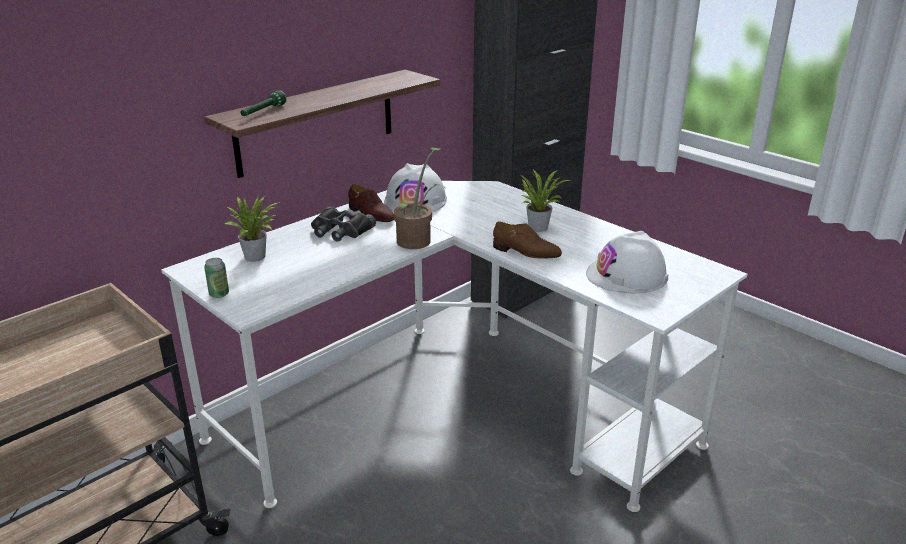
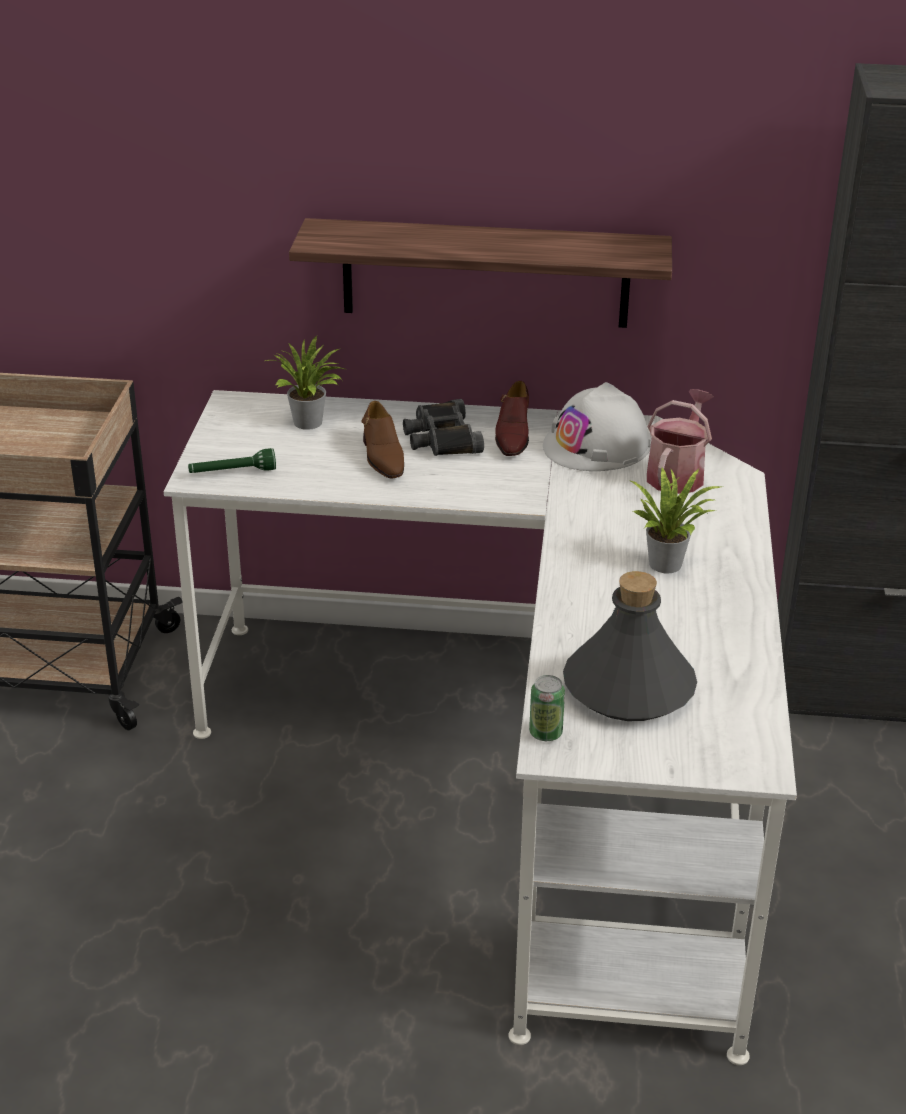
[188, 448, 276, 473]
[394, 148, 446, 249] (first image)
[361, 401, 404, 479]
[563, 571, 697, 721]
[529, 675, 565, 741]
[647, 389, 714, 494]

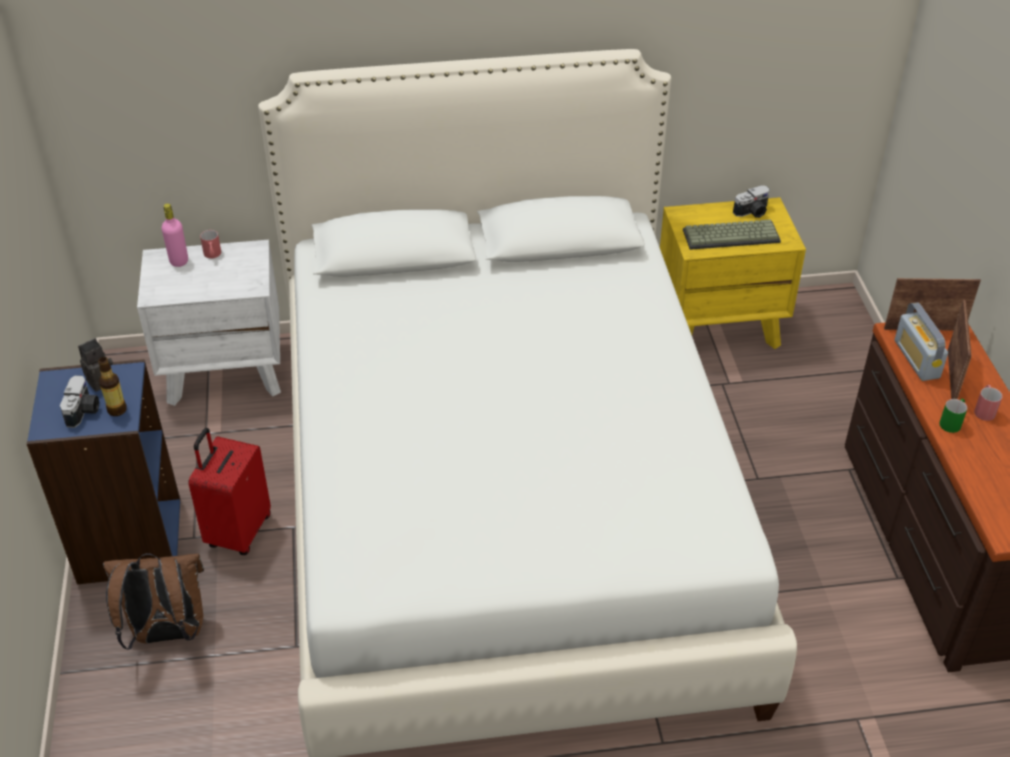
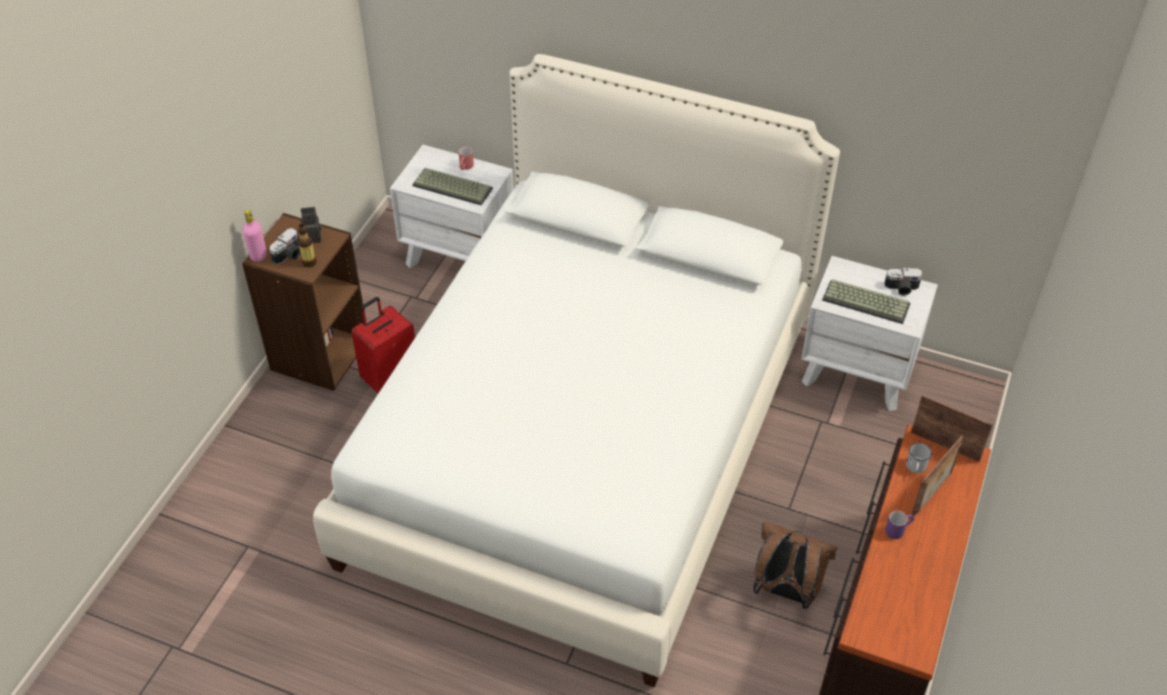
[801, 256, 938, 411]
[243, 209, 267, 262]
[906, 443, 932, 473]
[242, 213, 364, 391]
[974, 385, 1002, 421] (first image)
[885, 511, 914, 539]
[753, 522, 837, 609]
[412, 168, 493, 205]

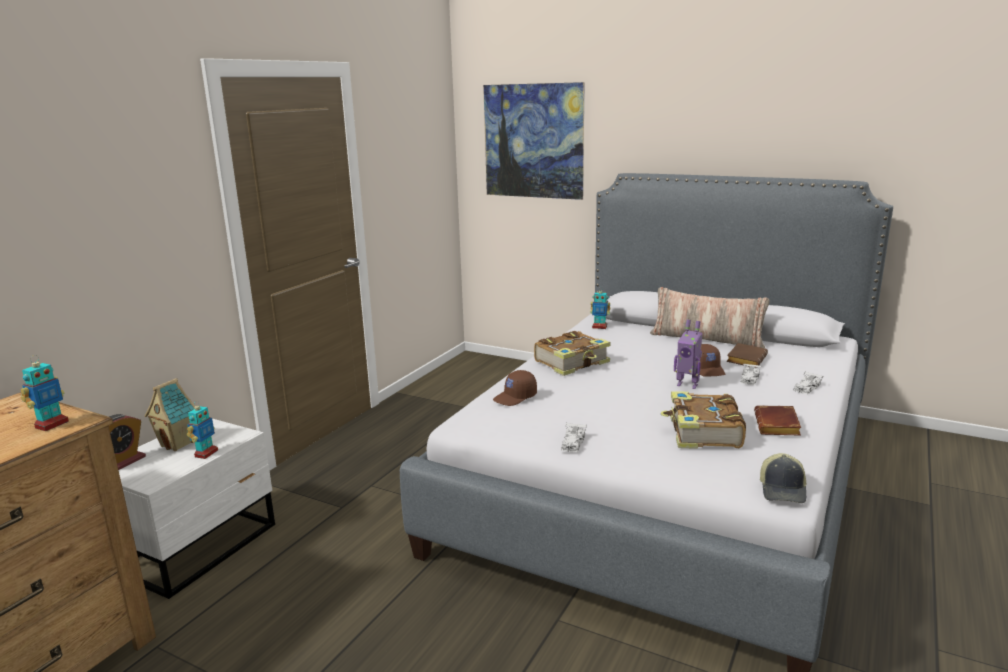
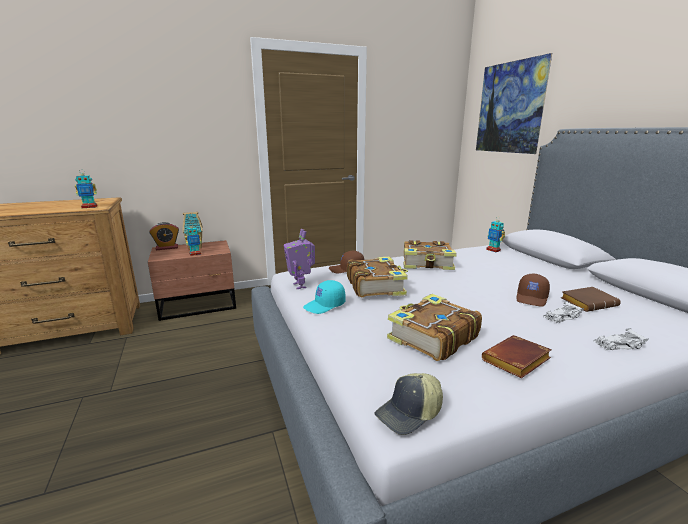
[650, 287, 770, 348] (first image)
[284, 229, 315, 289]
[148, 240, 236, 321]
[303, 280, 346, 314]
[347, 257, 408, 298]

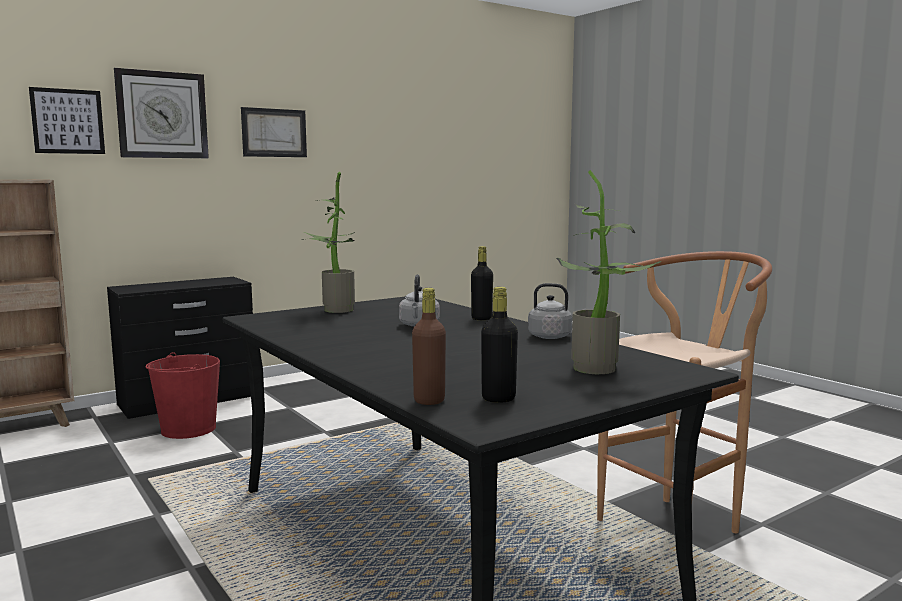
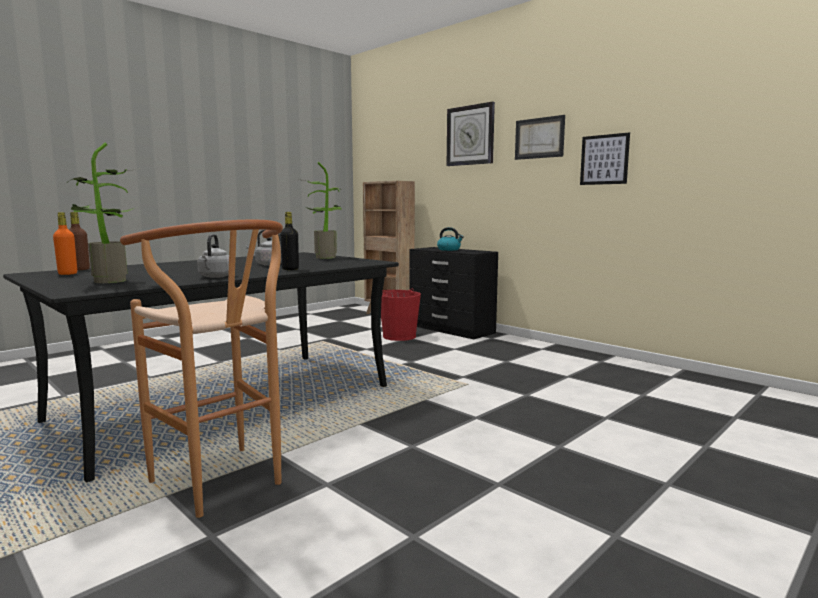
[580, 132, 630, 185]
[53, 212, 77, 275]
[437, 227, 464, 251]

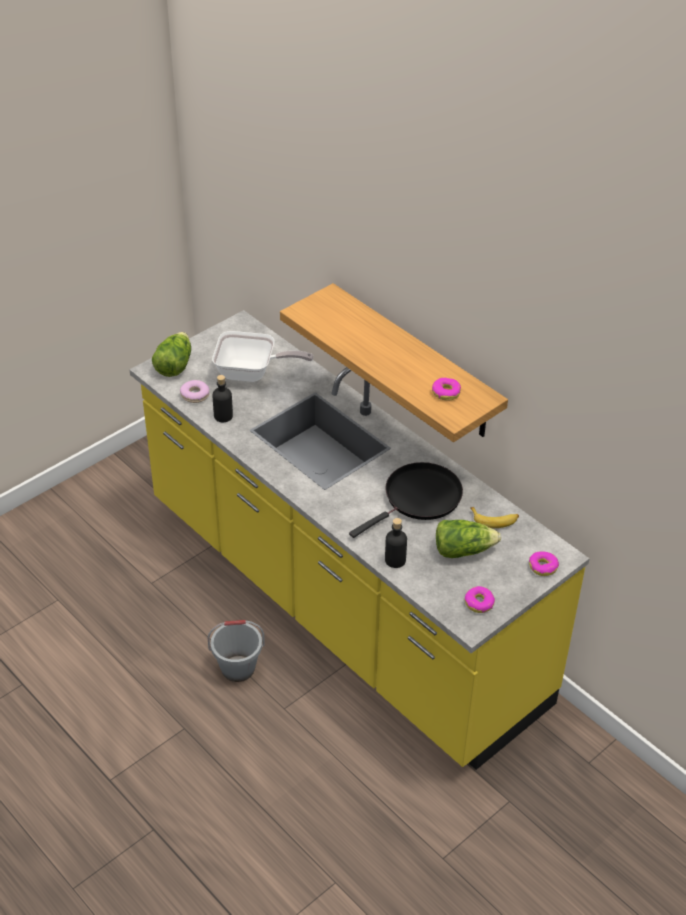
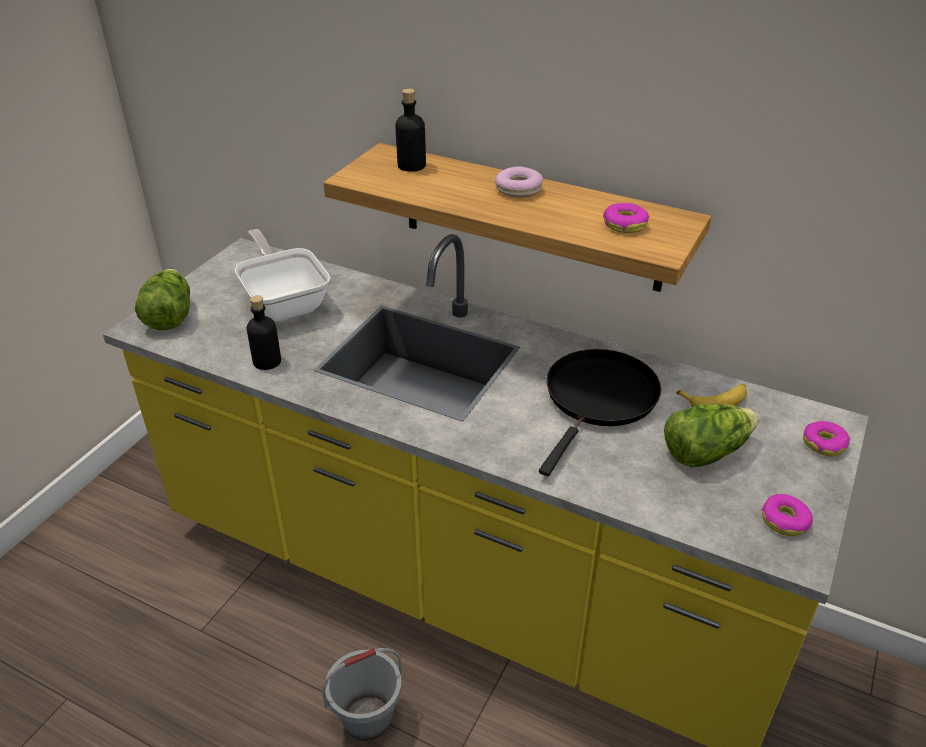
[235, 229, 330, 322]
[495, 167, 543, 198]
[395, 89, 426, 172]

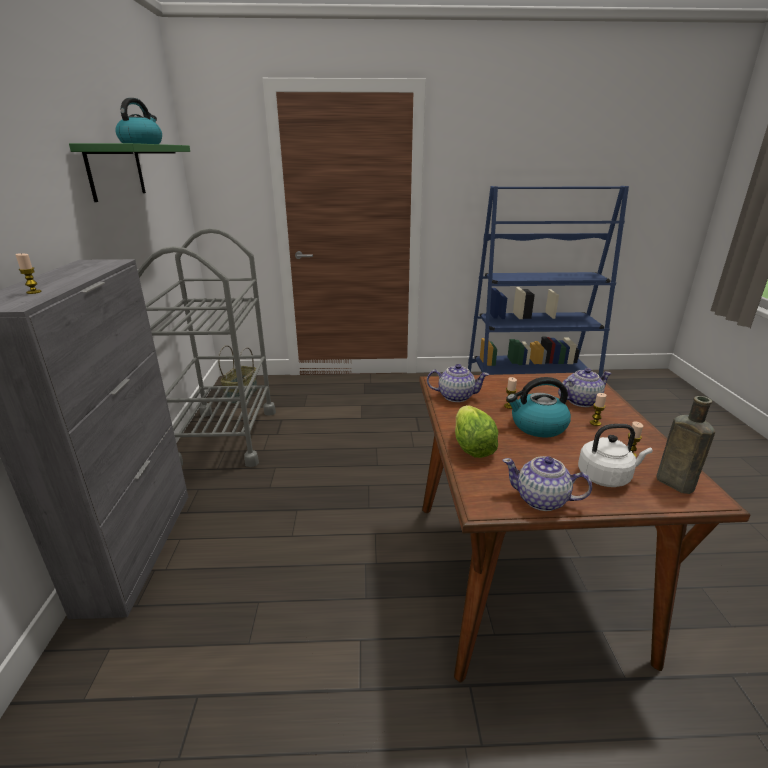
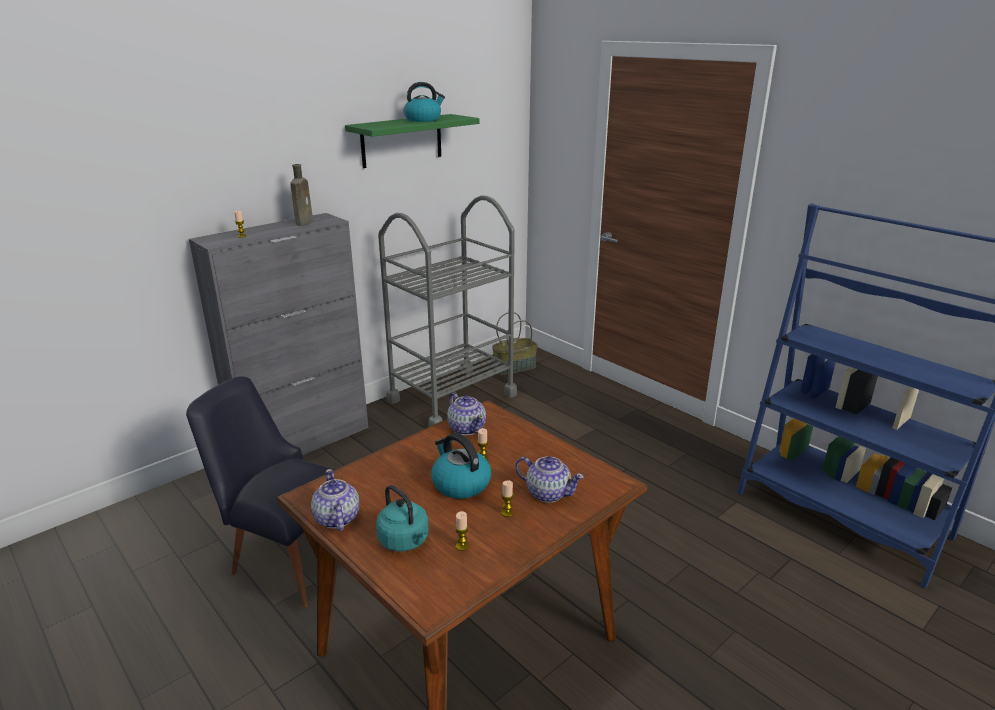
[290, 164, 313, 226]
[455, 405, 498, 458] (first image)
[376, 485, 429, 551]
[186, 376, 335, 608]

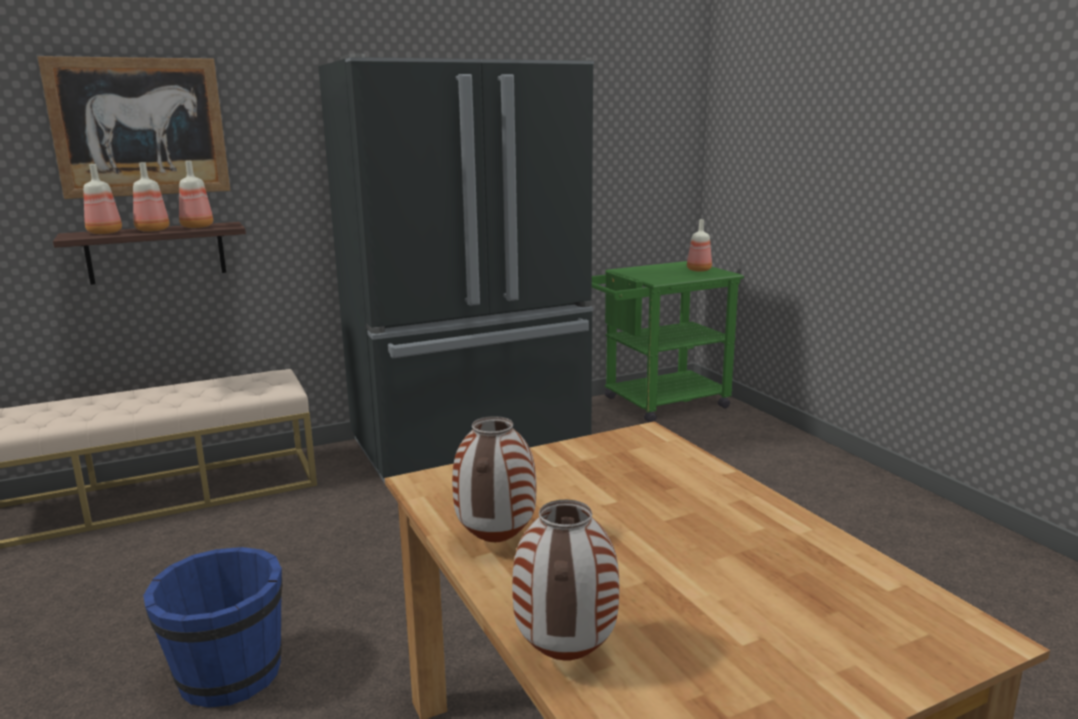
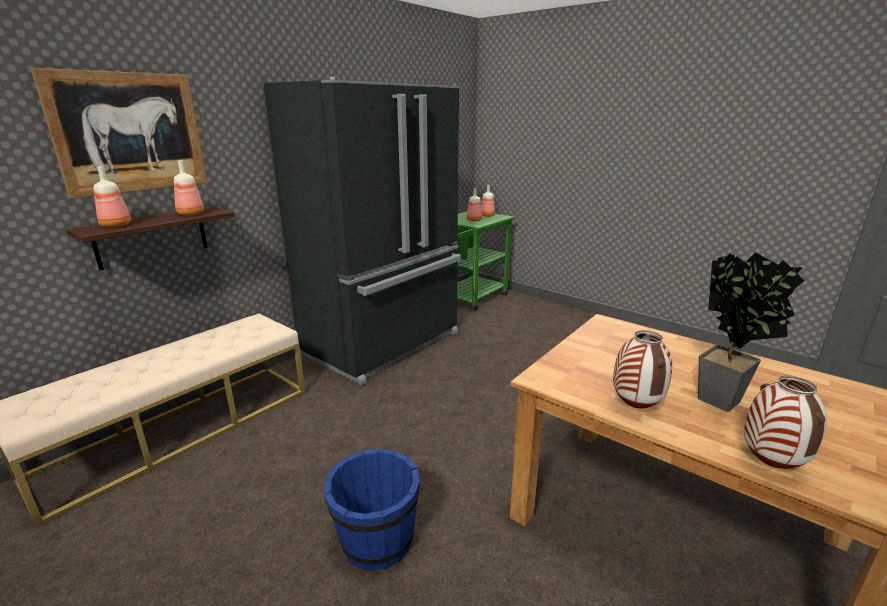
[467, 188, 482, 221]
[698, 252, 805, 412]

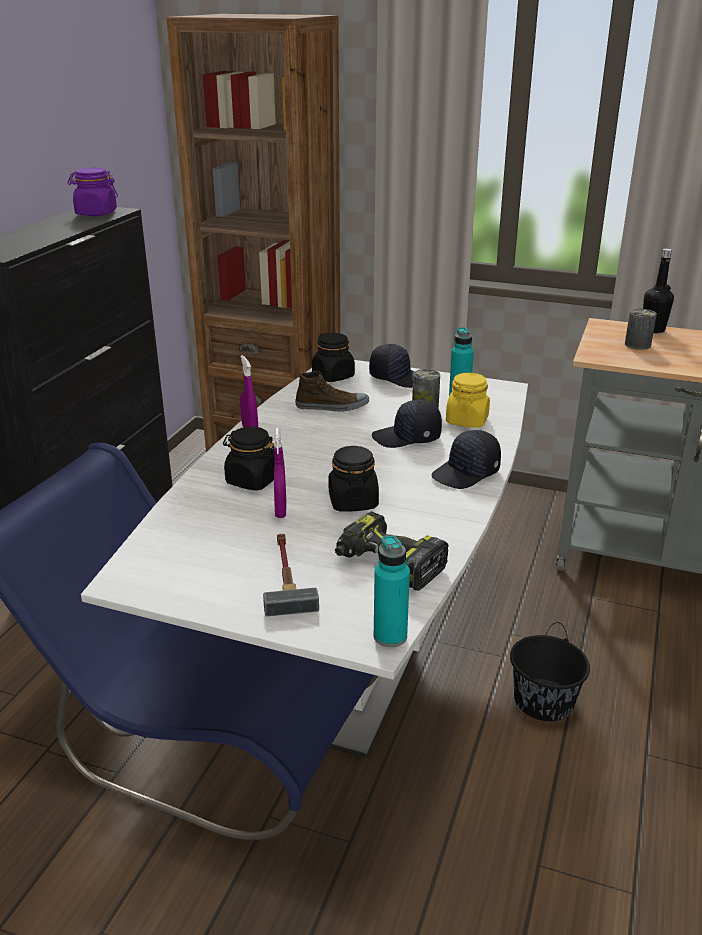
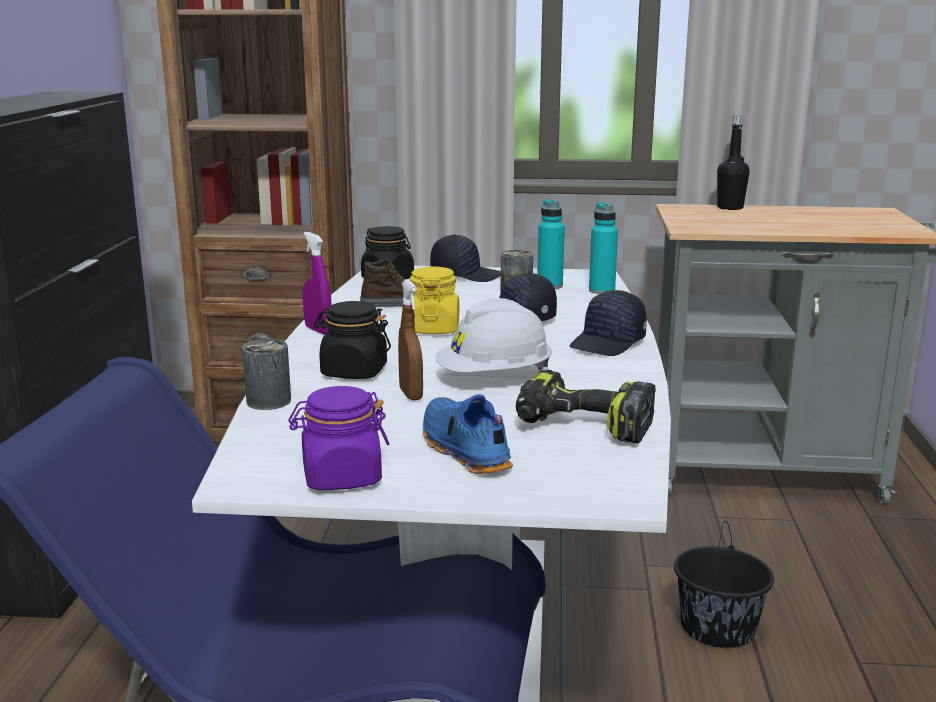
[288, 386, 389, 490]
[242, 339, 291, 410]
[410, 267, 459, 334]
[398, 279, 423, 400]
[436, 298, 552, 372]
[423, 394, 513, 474]
[589, 202, 618, 294]

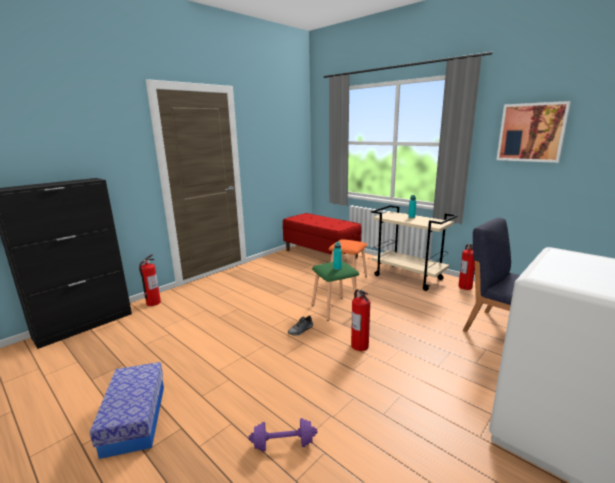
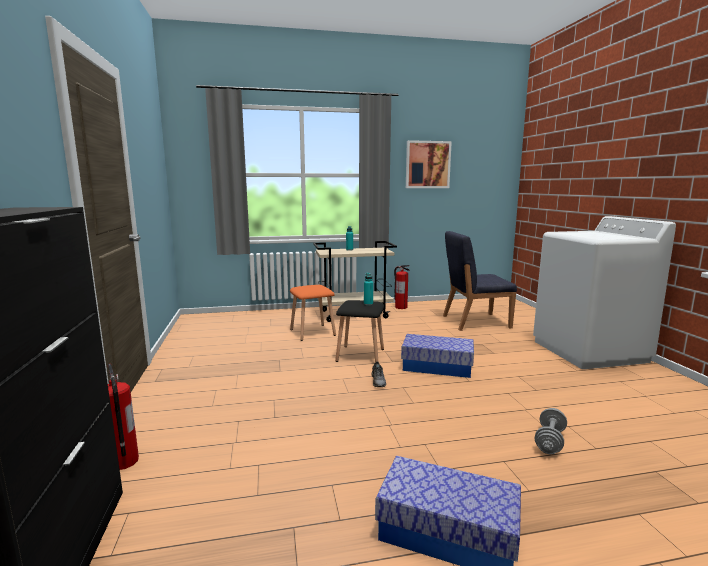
[283, 213, 362, 259] (first image)
[335, 300, 384, 362]
[401, 334, 474, 378]
[534, 408, 567, 454]

